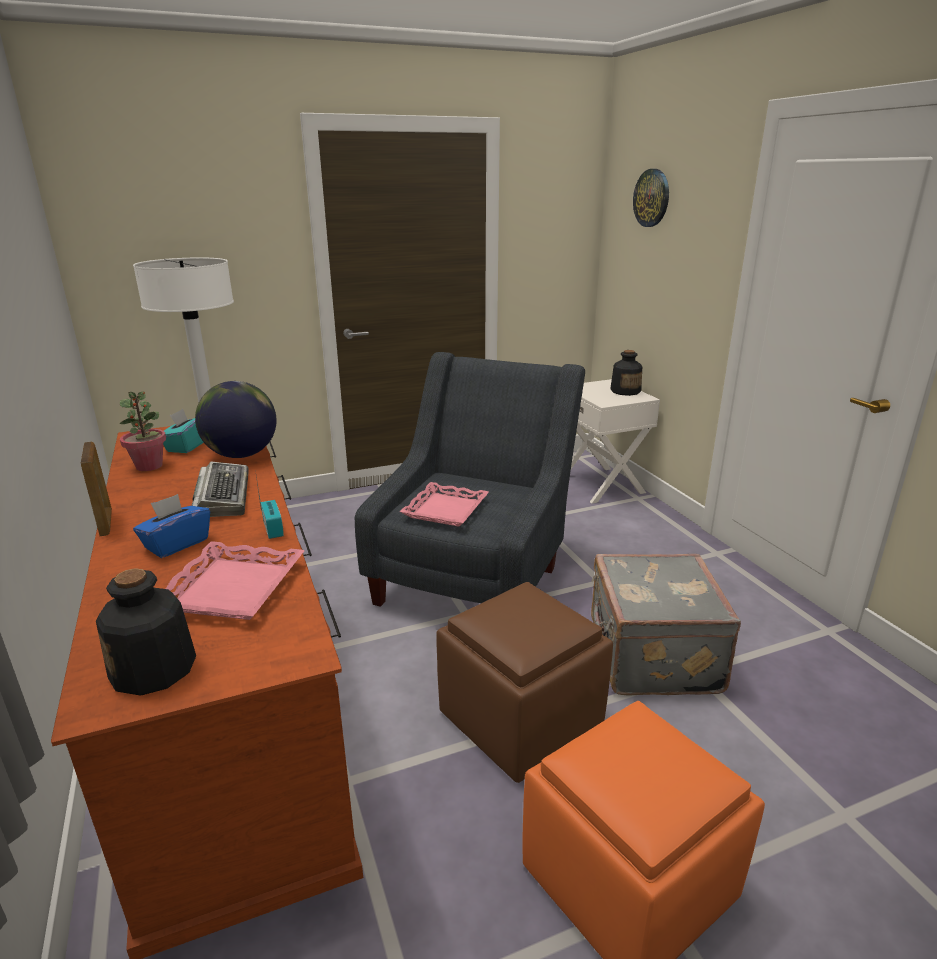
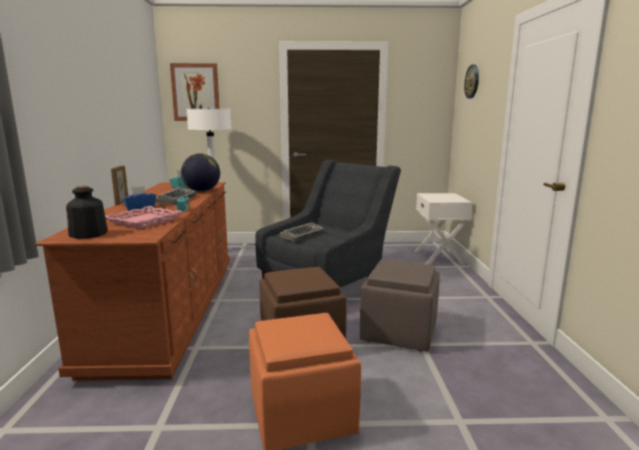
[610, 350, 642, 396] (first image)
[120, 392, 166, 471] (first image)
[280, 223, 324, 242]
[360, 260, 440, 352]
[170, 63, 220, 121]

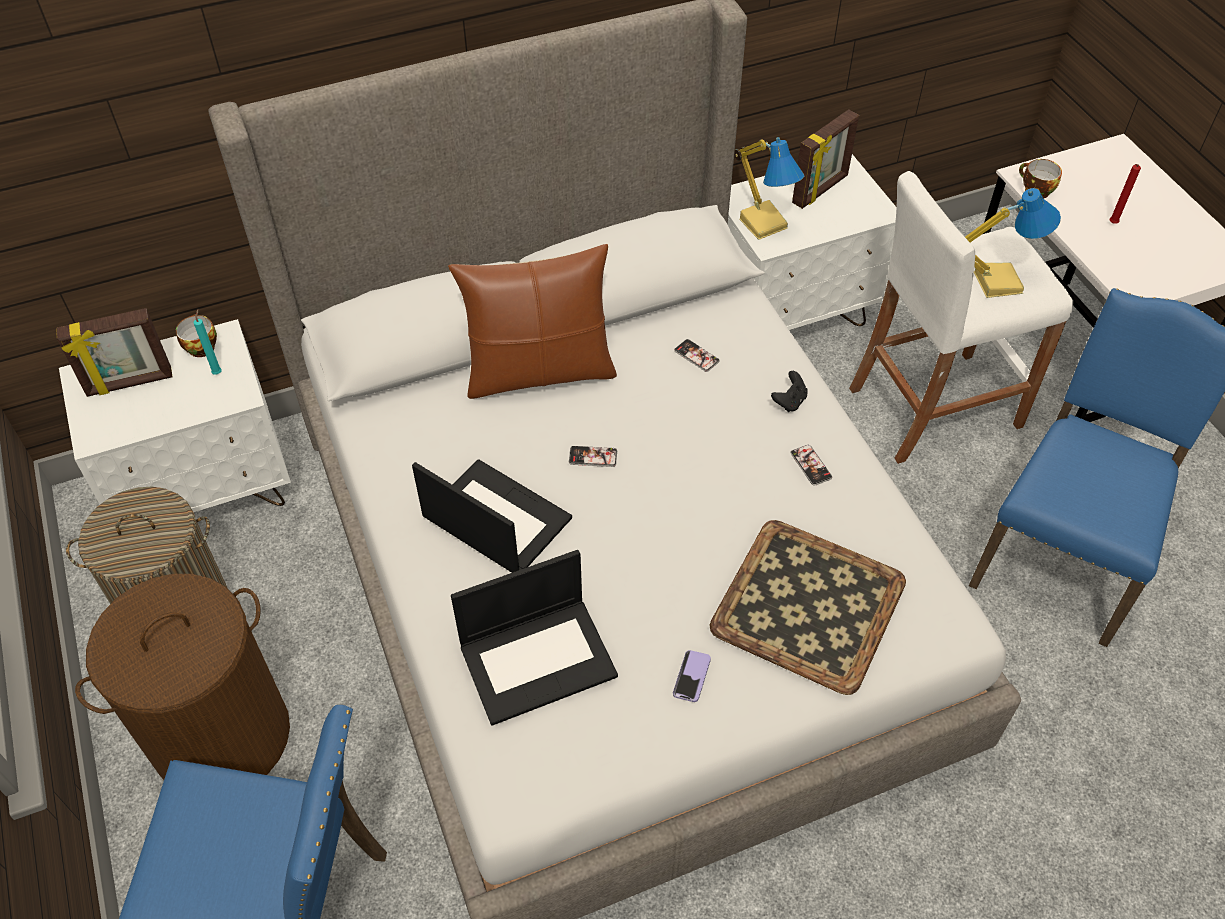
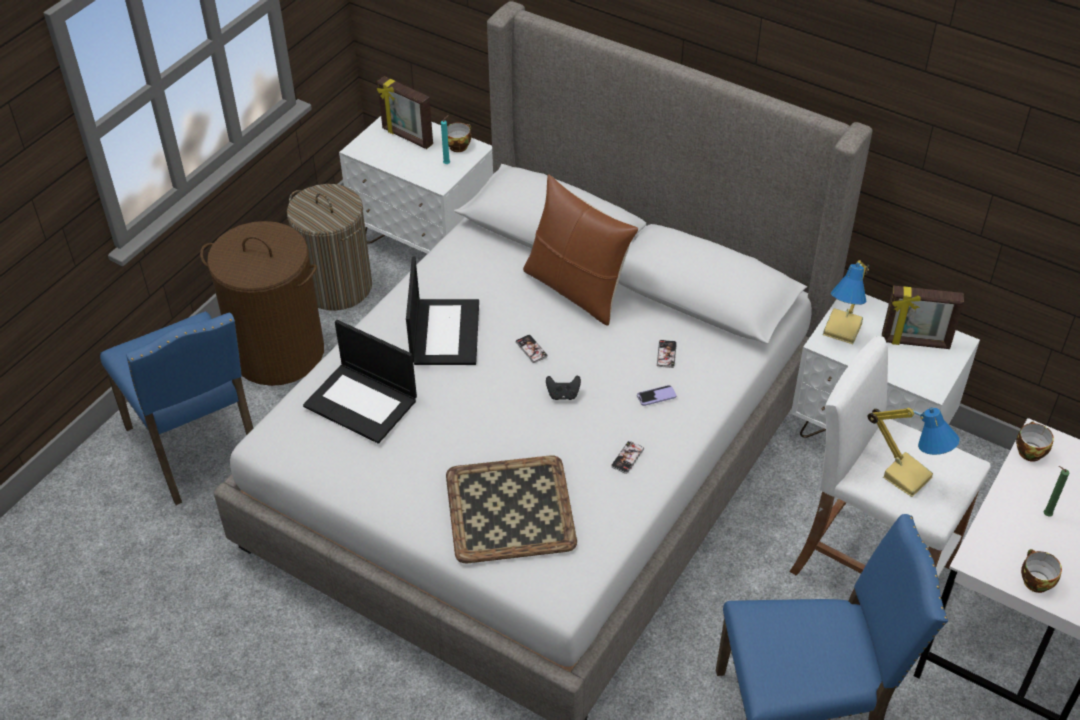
[1044, 466, 1069, 517]
[546, 375, 581, 400]
[637, 385, 677, 406]
[1021, 549, 1062, 593]

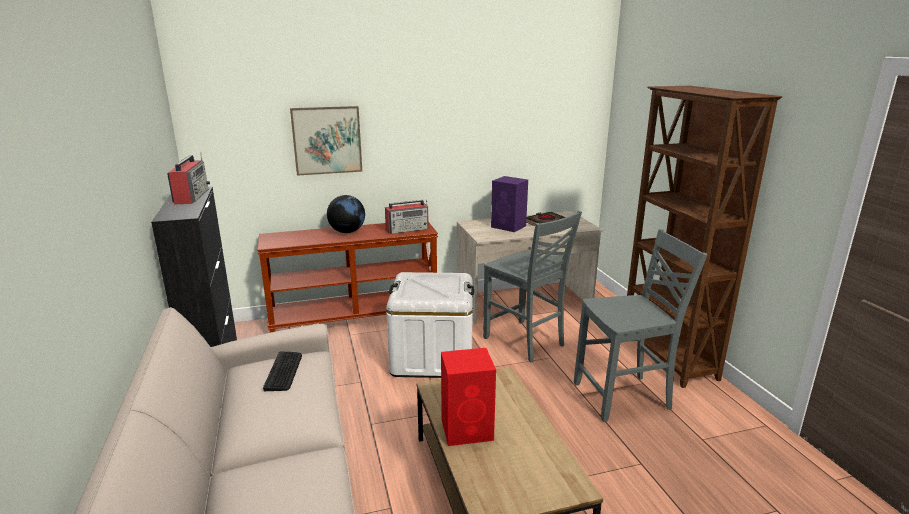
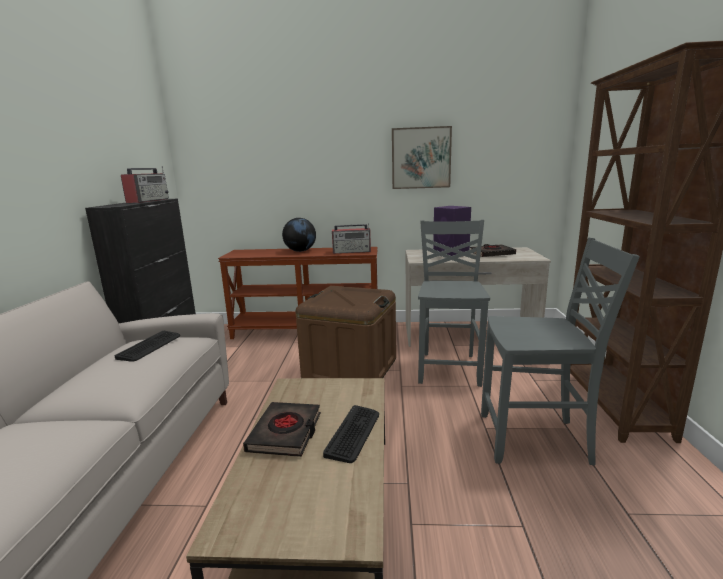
[392, 126, 452, 189]
[418, 220, 490, 387]
[296, 286, 396, 378]
[243, 402, 321, 457]
[323, 405, 379, 463]

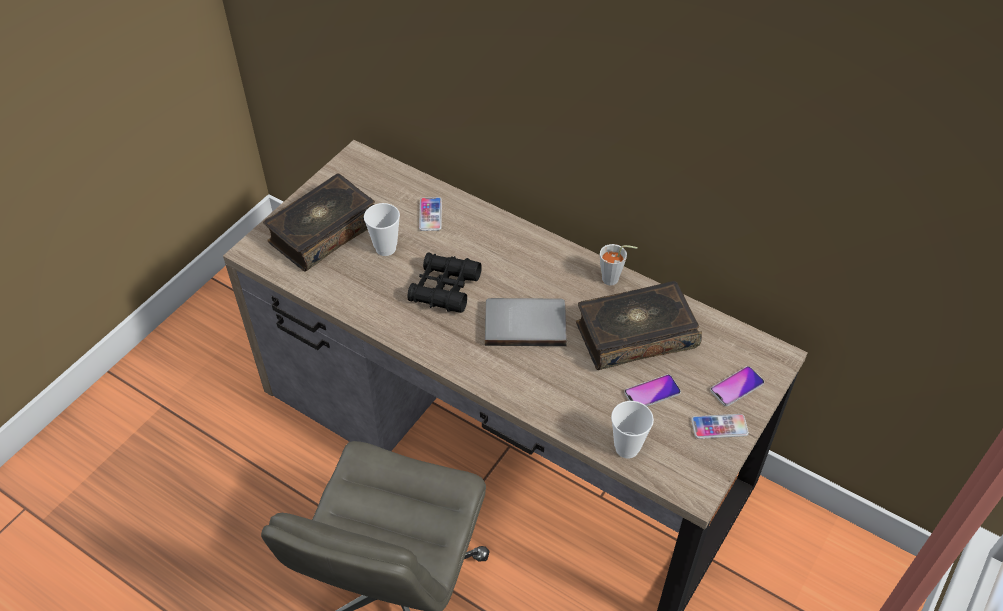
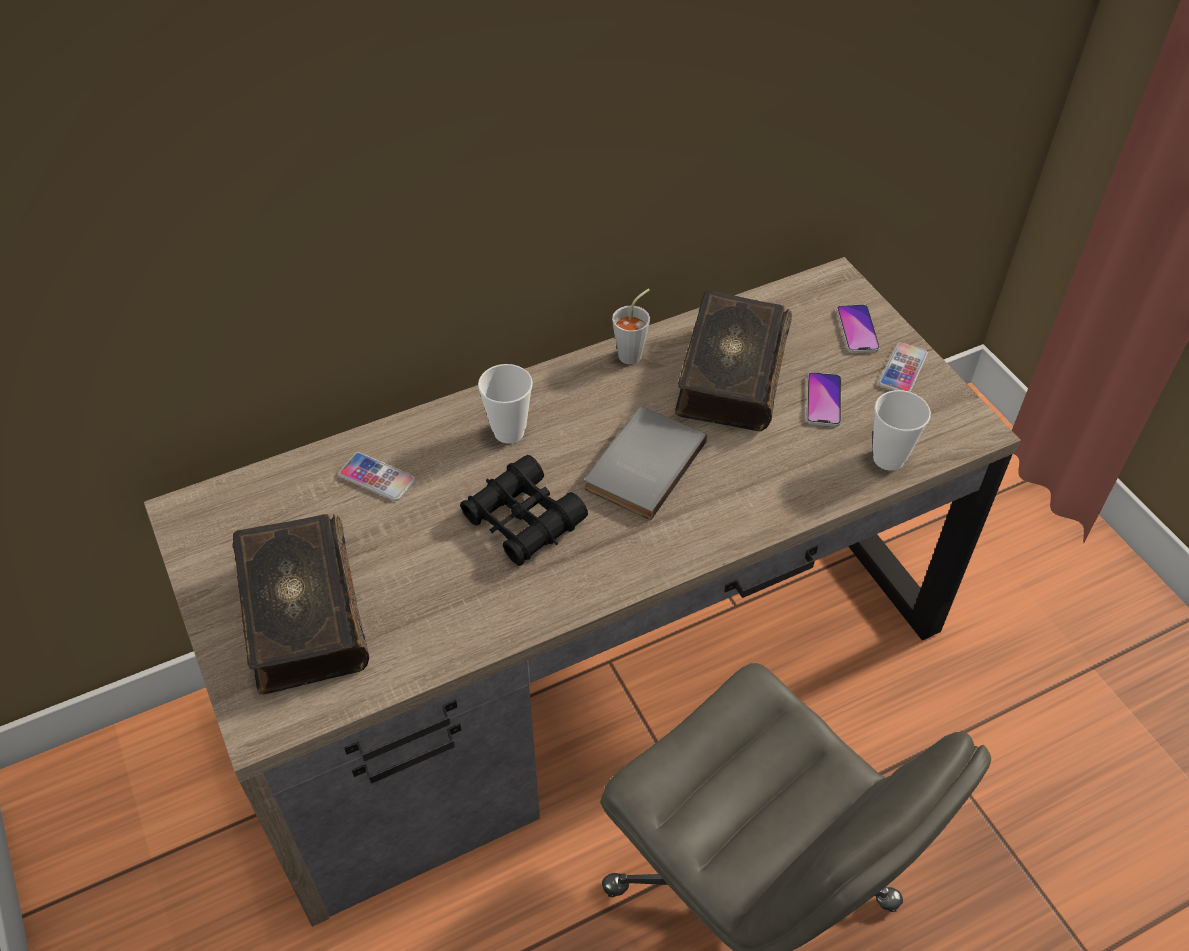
[478, 364, 533, 444]

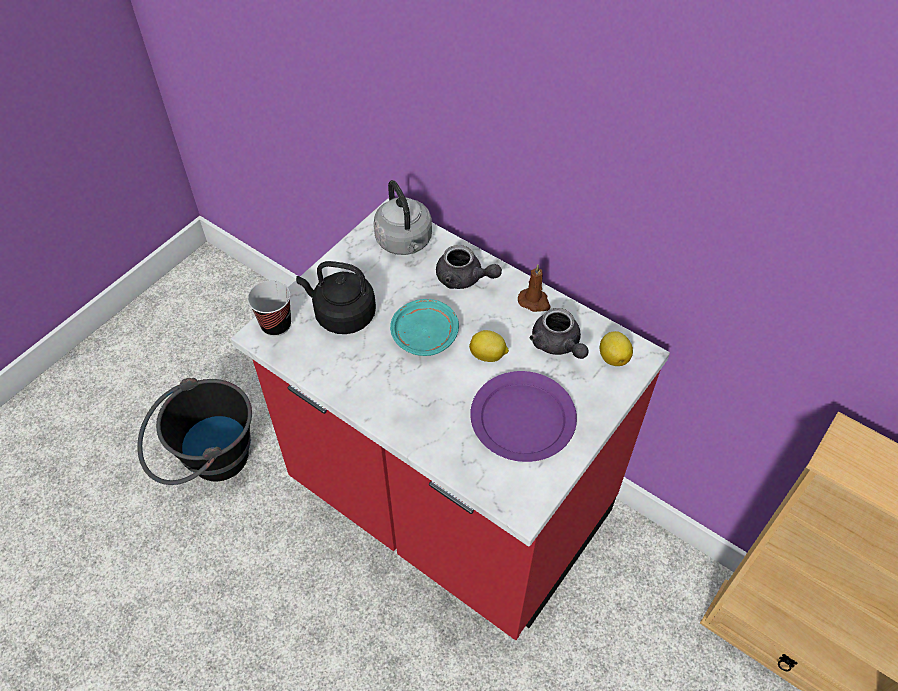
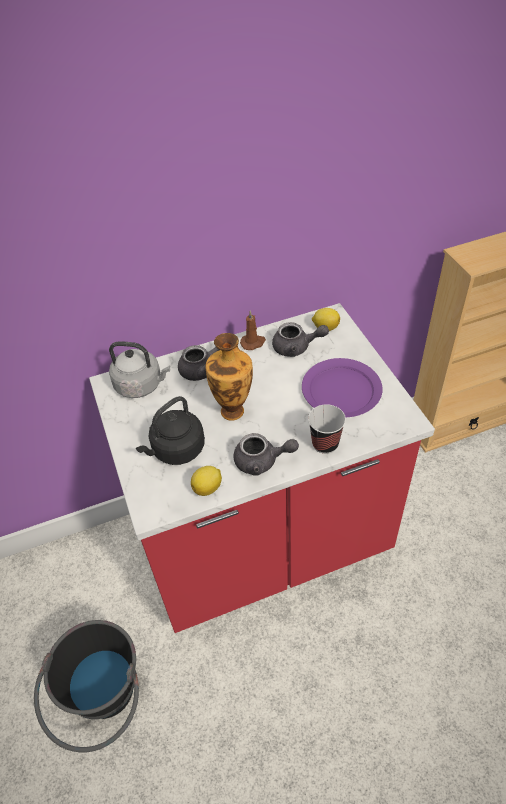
[308, 404, 346, 454]
[206, 333, 253, 421]
[191, 466, 222, 496]
[233, 433, 299, 476]

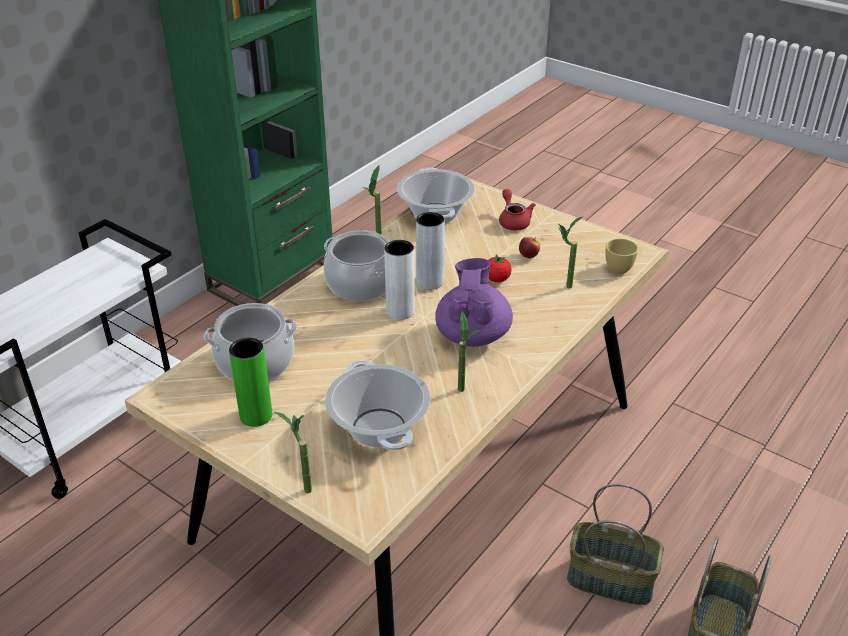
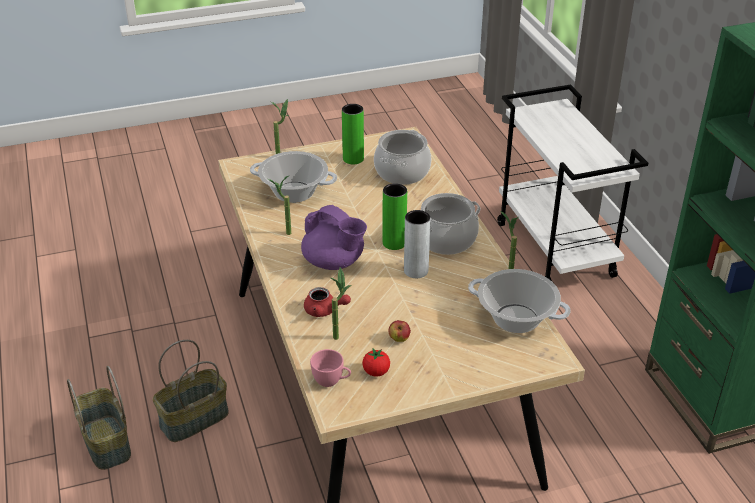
[304, 287, 351, 317]
[310, 349, 351, 387]
[382, 183, 407, 250]
[362, 349, 390, 377]

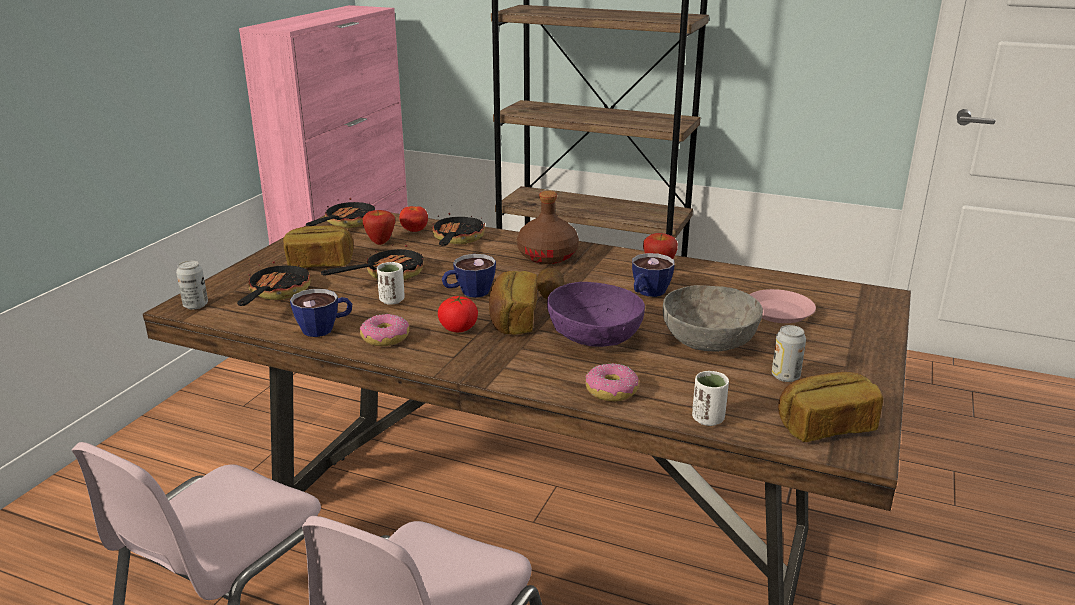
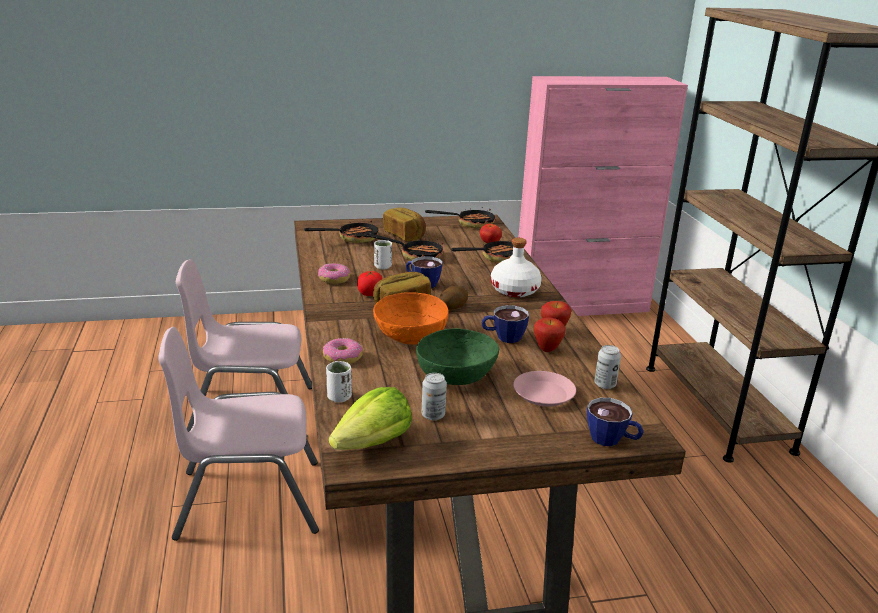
[491, 238, 542, 297]
[534, 317, 565, 352]
[594, 345, 621, 389]
[373, 292, 449, 345]
[416, 328, 499, 385]
[587, 398, 644, 446]
[329, 387, 412, 450]

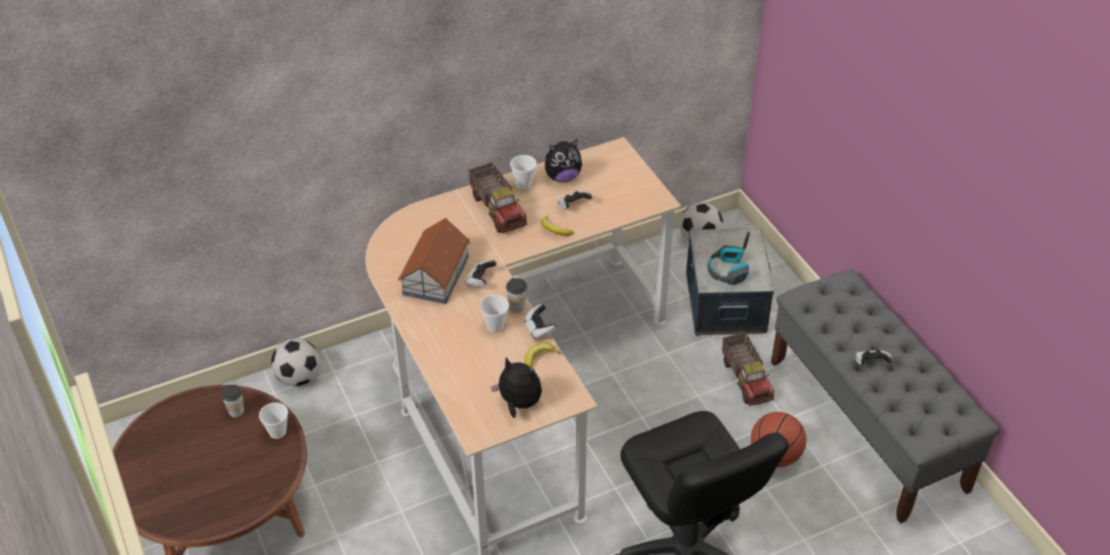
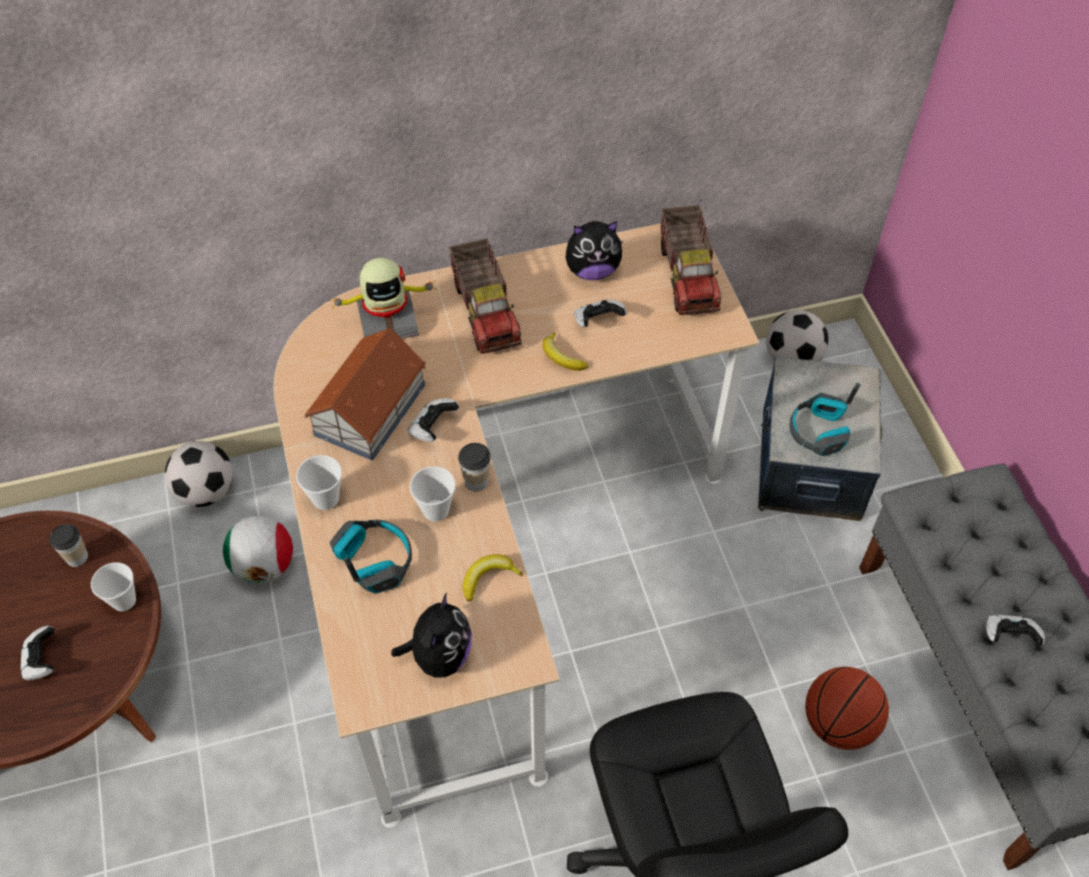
[296, 455, 342, 510]
[21, 625, 55, 681]
[660, 205, 721, 315]
[391, 593, 472, 678]
[329, 258, 437, 339]
[223, 515, 293, 584]
[330, 519, 412, 594]

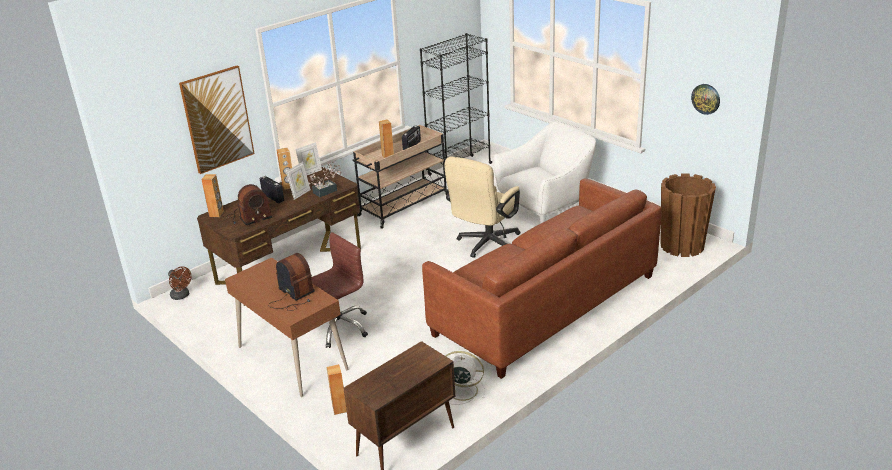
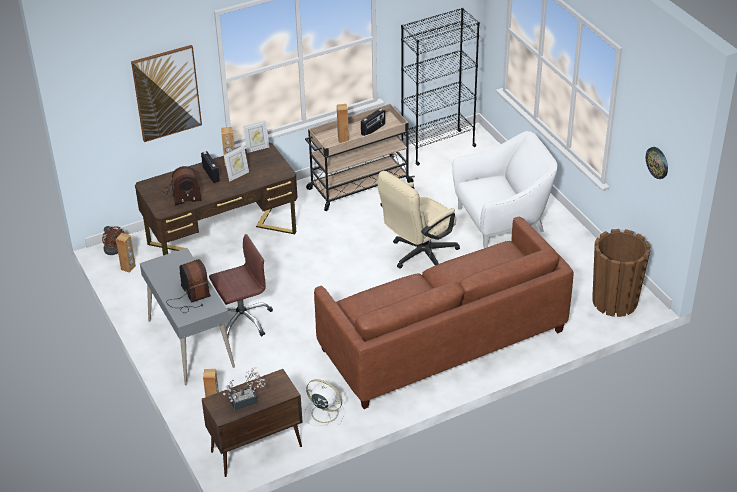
[223, 367, 266, 410]
[116, 233, 136, 273]
[140, 248, 235, 385]

